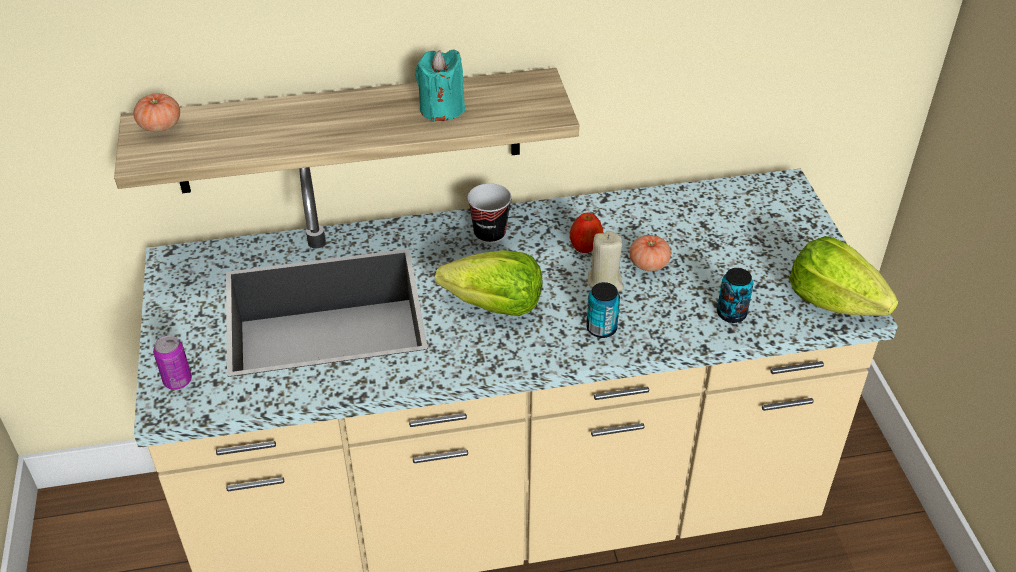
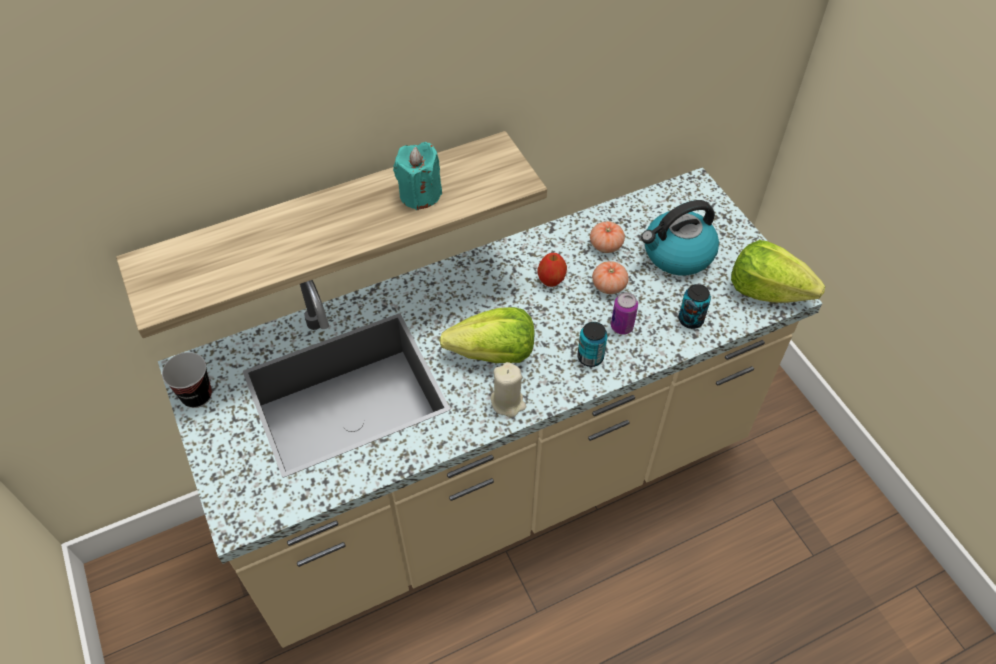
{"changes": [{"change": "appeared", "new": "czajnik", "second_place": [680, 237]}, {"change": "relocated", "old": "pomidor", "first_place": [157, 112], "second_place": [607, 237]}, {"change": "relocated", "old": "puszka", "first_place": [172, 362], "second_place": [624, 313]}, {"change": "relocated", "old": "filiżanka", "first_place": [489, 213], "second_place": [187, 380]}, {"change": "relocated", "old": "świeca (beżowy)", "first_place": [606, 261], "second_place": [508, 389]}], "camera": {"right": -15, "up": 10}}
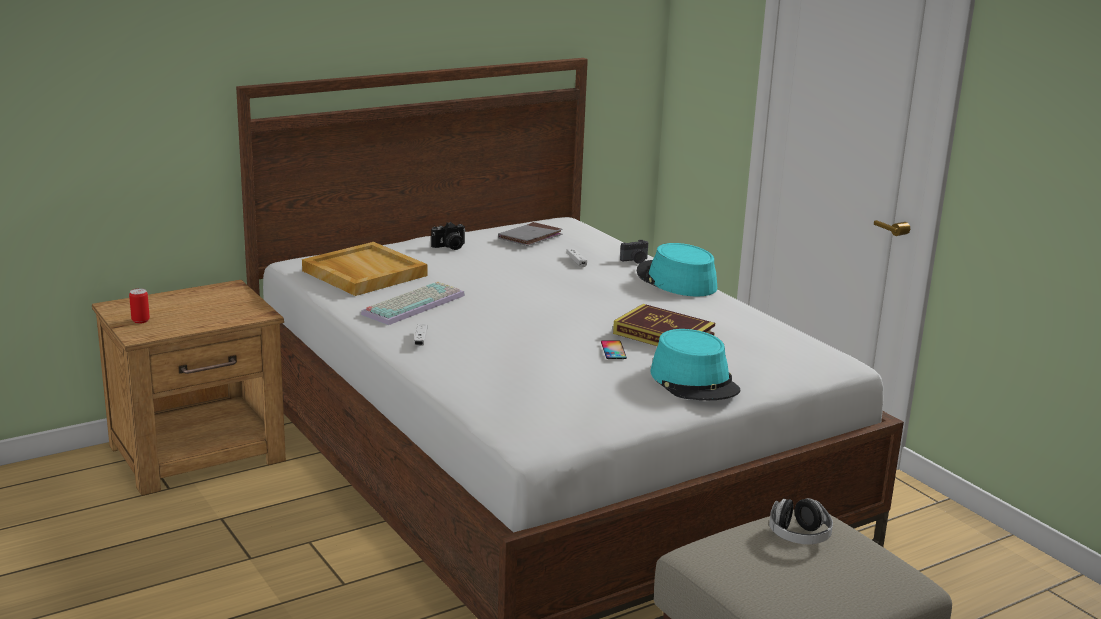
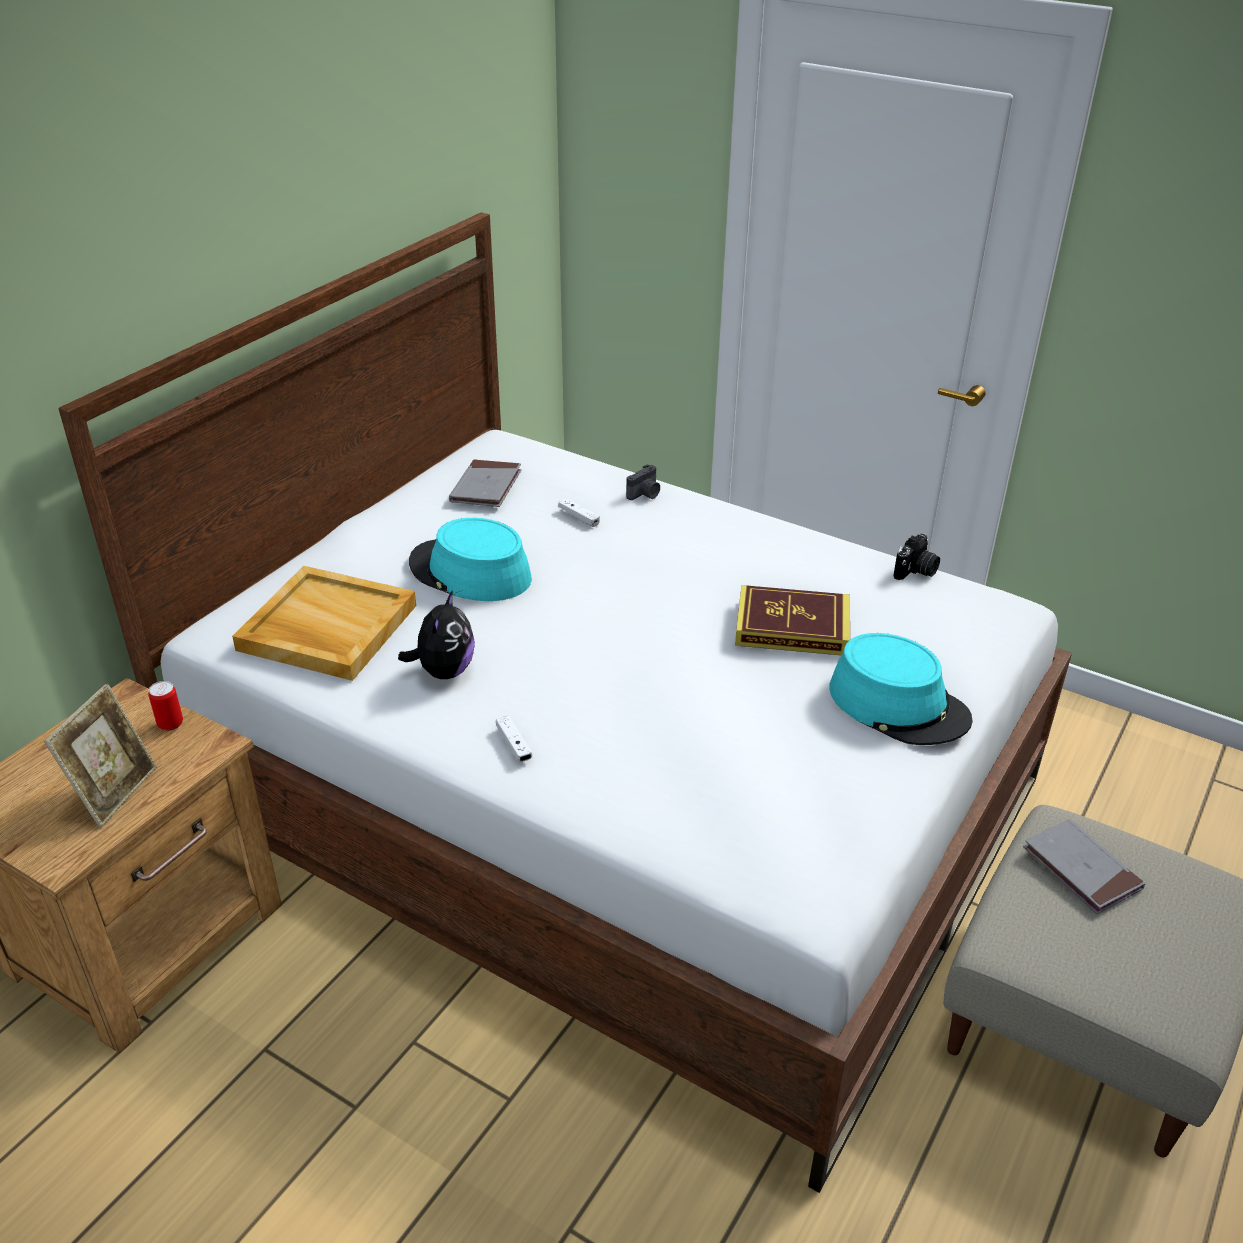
{"changes": [{"change": "missing", "old": "telefon", "first_place": [614, 349]}, {"change": "appeared", "new": "ramka na zdjęcie", "second_place": [100, 755]}, {"change": "relocated", "old": "puszka", "first_place": [139, 306], "second_place": [165, 706]}, {"change": "relocated", "old": "aparat fotograficzny", "first_place": [448, 236], "second_place": [916, 557]}, {"change": "relocated", "old": "kapelusz (turkusowy)", "first_place": [677, 270], "second_place": [470, 559]}, {"change": "exchanged", "old": "klawiatura", "new": "pluszak", "first_place": [413, 303], "second_place": [436, 634]}, {"change": "exchanged", "old": "słuchawki", "new": "książka (szary)", "first_place": [801, 521], "second_place": [1084, 866]}], "camera": {"right": -25, "up": 15}}
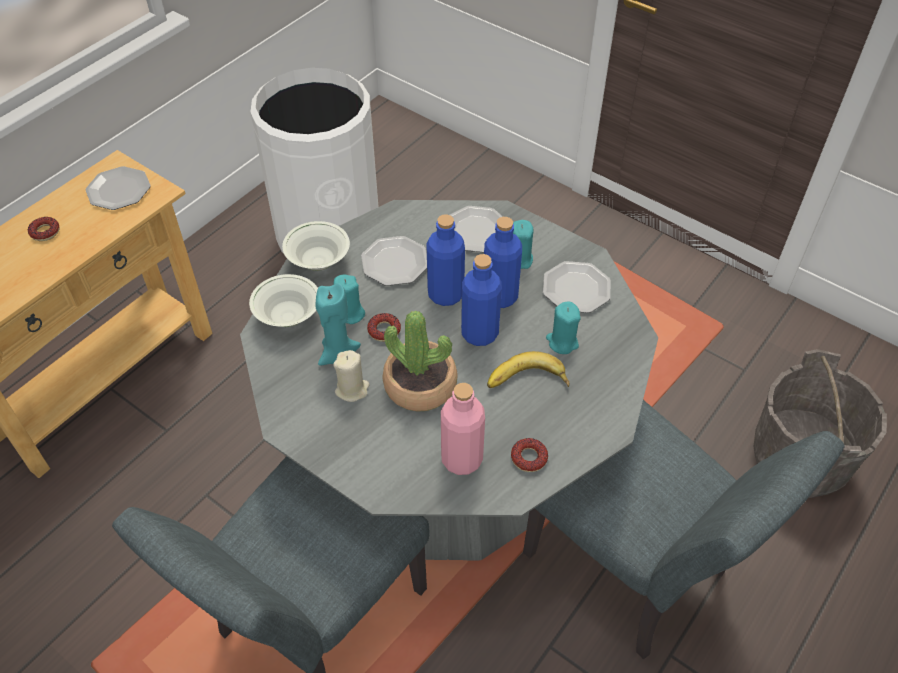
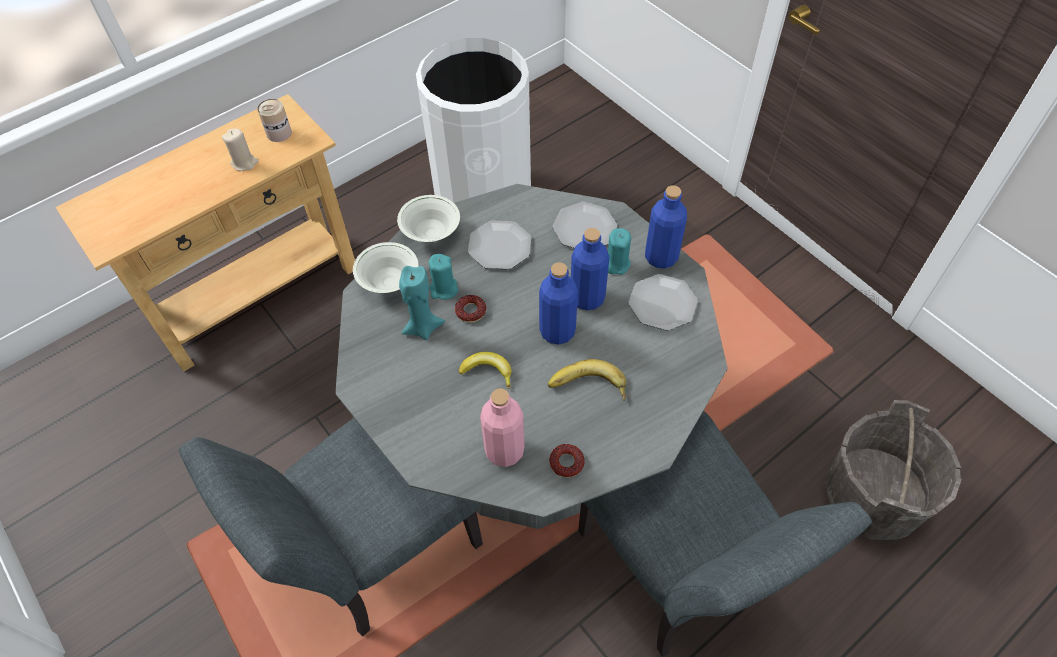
{"changes": [{"change": "missing", "old": "donut", "first_place": [43, 229]}, {"change": "missing", "old": "świeca (turkusowy)", "first_place": [563, 328]}, {"change": "relocated", "old": "świeca (beżowy)", "first_place": [351, 376], "second_place": [240, 150]}, {"change": "relocated", "old": "butelka (niebieski)", "first_place": [445, 260], "second_place": [666, 227]}, {"change": "exchanged", "old": "talerz", "new": "puszka", "first_place": [118, 188], "second_place": [274, 120]}, {"change": "exchanged", "old": "roślina doniczkowa", "new": "banan", "first_place": [420, 361], "second_place": [485, 370]}], "camera": {"right": 15, "up": 5}}
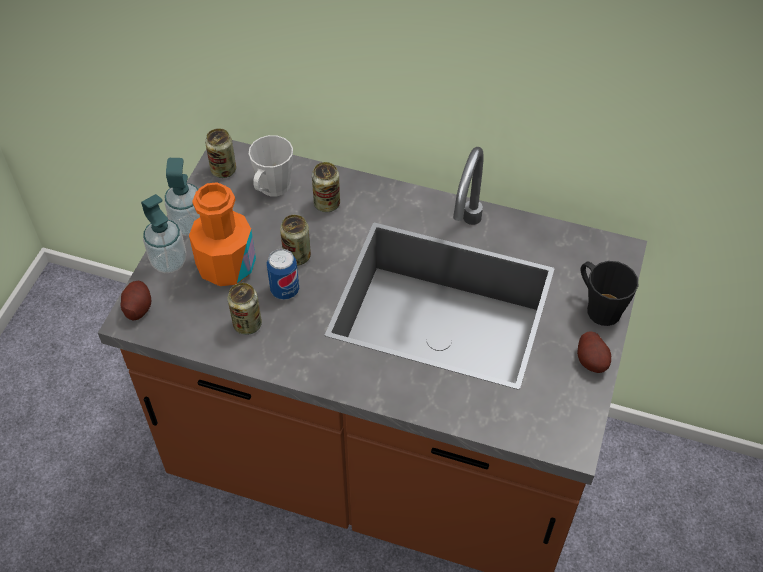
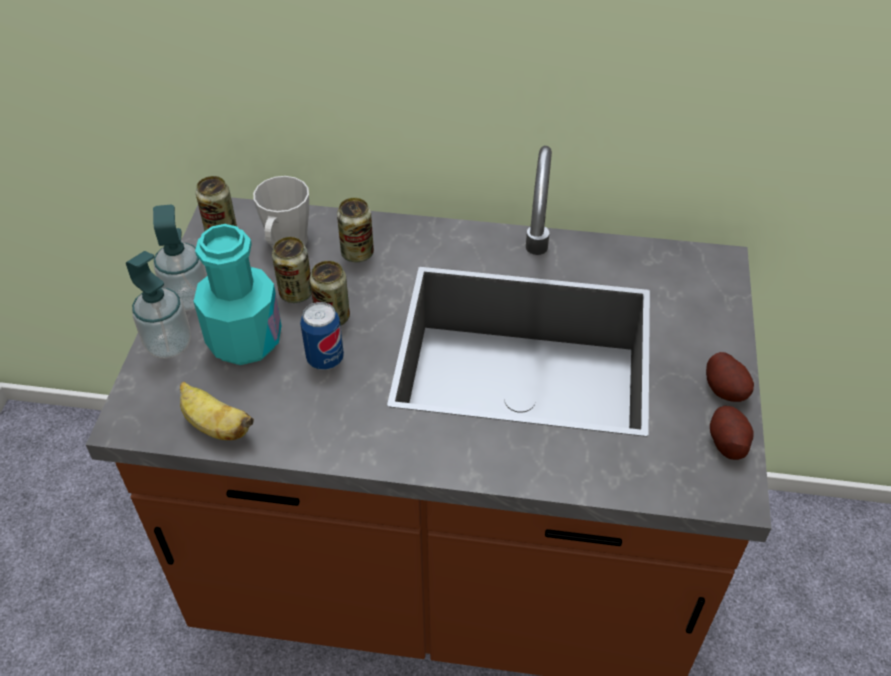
{"changes": [{"change": "missing", "old": "kubek (czarny)", "first_place": [609, 293]}, {"change": "appeared", "new": "banan", "second_place": [217, 411]}, {"change": "relocated", "old": "ziemniak", "first_place": [136, 300], "second_place": [732, 432]}, {"change": "relocated", "old": "puszka", "first_place": [244, 309], "second_place": [292, 270]}, {"change": "colour", "old": "butelka (pomarańczowy)", "new": "butelka (turkusowy)", "first_place": [222, 234], "second_place": [237, 294]}], "camera": {"right": -10, "up": -5}}
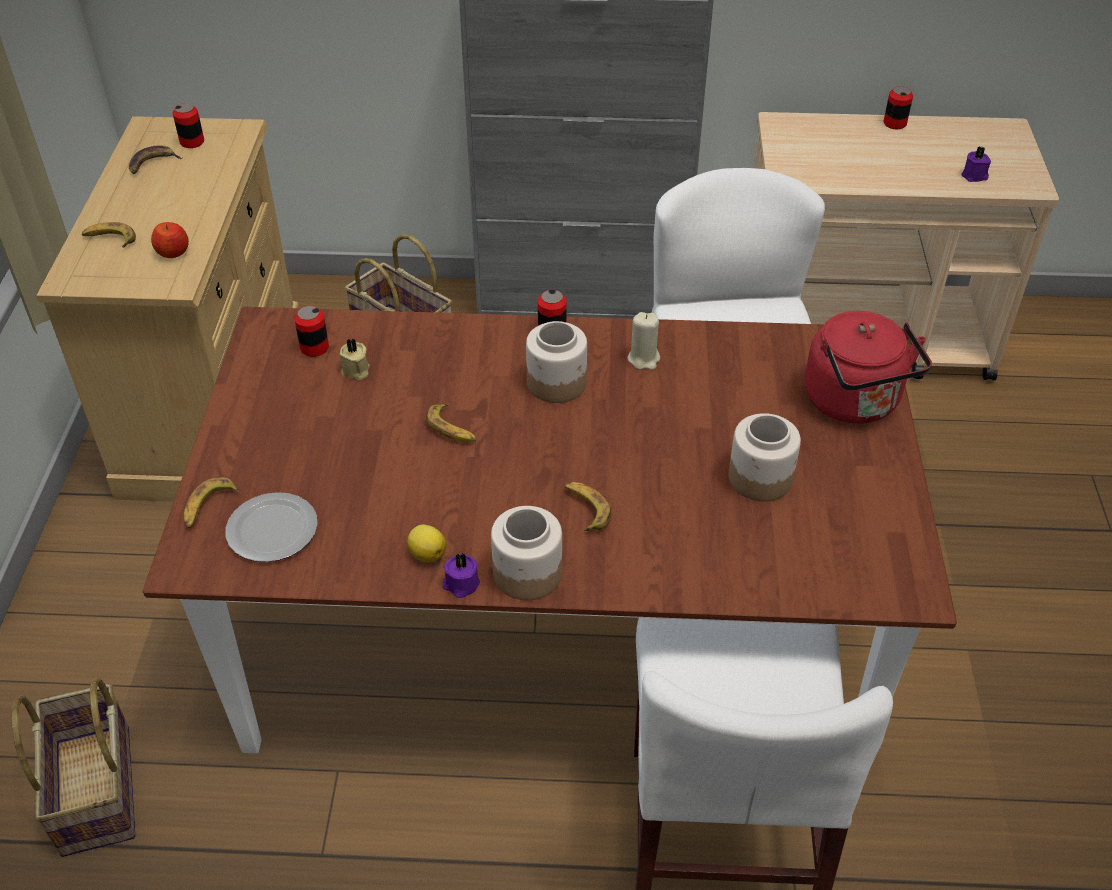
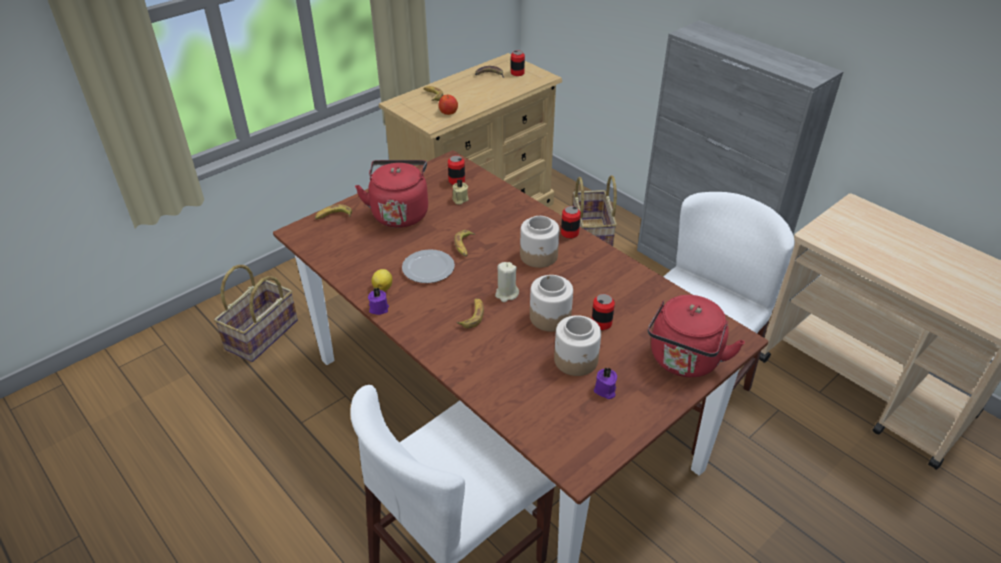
{"changes": [{"change": "appeared", "new": "czajnik (czerwony)", "second_place": [391, 194]}, {"change": "relocated", "old": "talerz", "first_place": [271, 527], "second_place": [428, 266]}, {"change": "relocated", "old": "słoik", "first_place": [526, 553], "second_place": [551, 303]}, {"change": "relocated", "old": "świeca (beżowy)", "first_place": [643, 341], "second_place": [507, 282]}, {"change": "relocated", "old": "puszka", "first_place": [898, 107], "second_place": [603, 312]}, {"change": "relocated", "old": "świeca (fioletowy)", "first_place": [976, 164], "second_place": [605, 383]}], "camera": {"right": 45, "up": -5}}
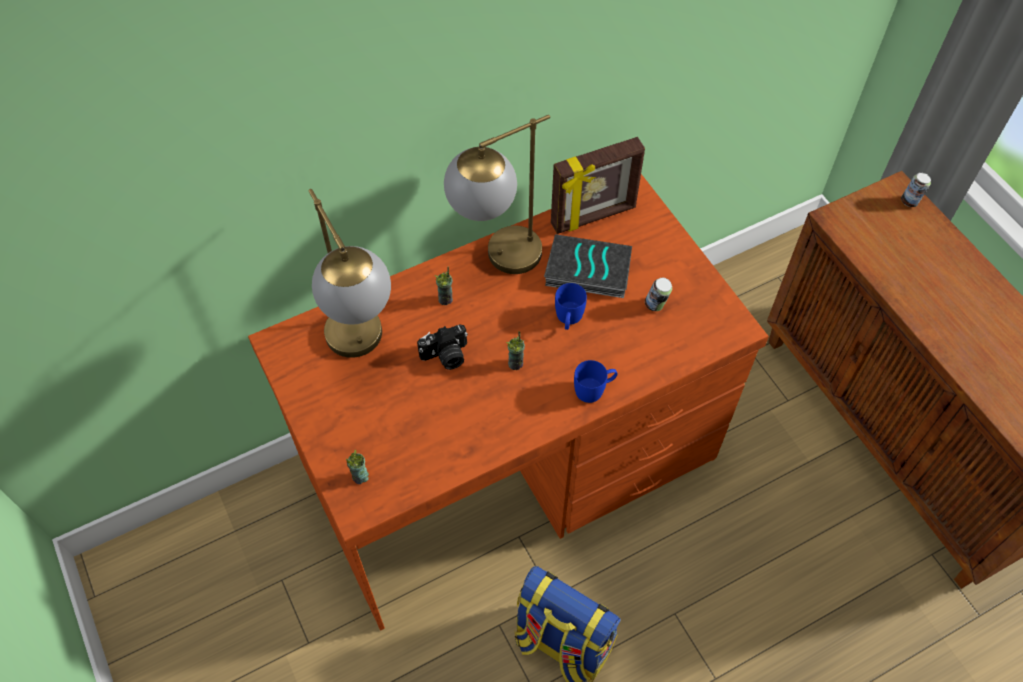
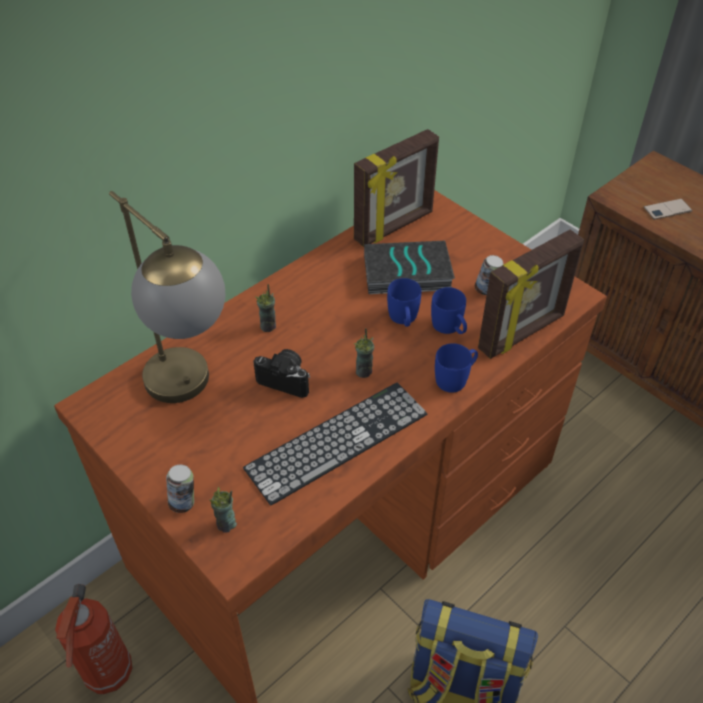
{"changes": [{"change": "missing", "old": "lampa stołowa", "first_place": [497, 194]}, {"change": "appeared", "new": "gaśnica", "second_place": [93, 639]}, {"change": "appeared", "new": "klawiatura", "second_place": [335, 444]}, {"change": "appeared", "new": "kubek (niebieski)", "second_place": [449, 310]}, {"change": "appeared", "new": "ramka na zdjęcie", "second_place": [531, 294]}, {"change": "appeared", "new": "telefon", "second_place": [668, 209]}, {"change": "relocated", "old": "puszka", "first_place": [916, 190], "second_place": [180, 489]}, {"change": "spun", "old": "aparat fotograficzny", "first_place": [442, 347], "second_place": [281, 373], "degrees": -120}], "camera": {"right": -15, "up": -10}}
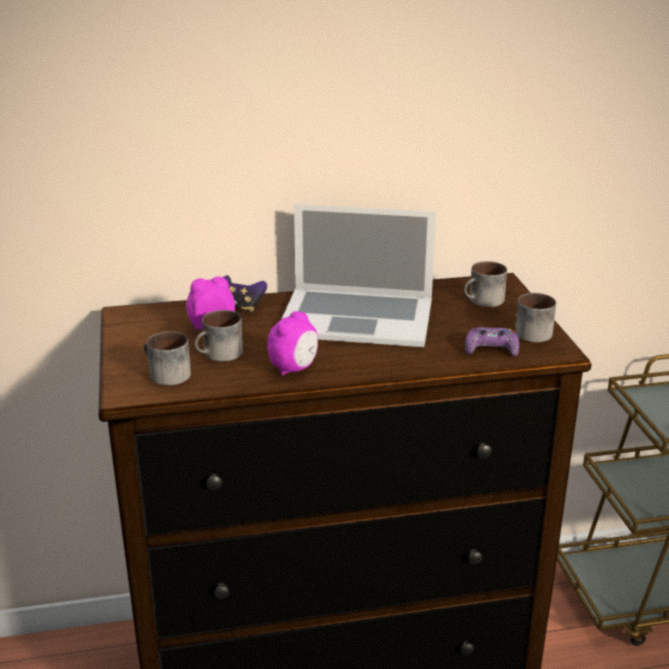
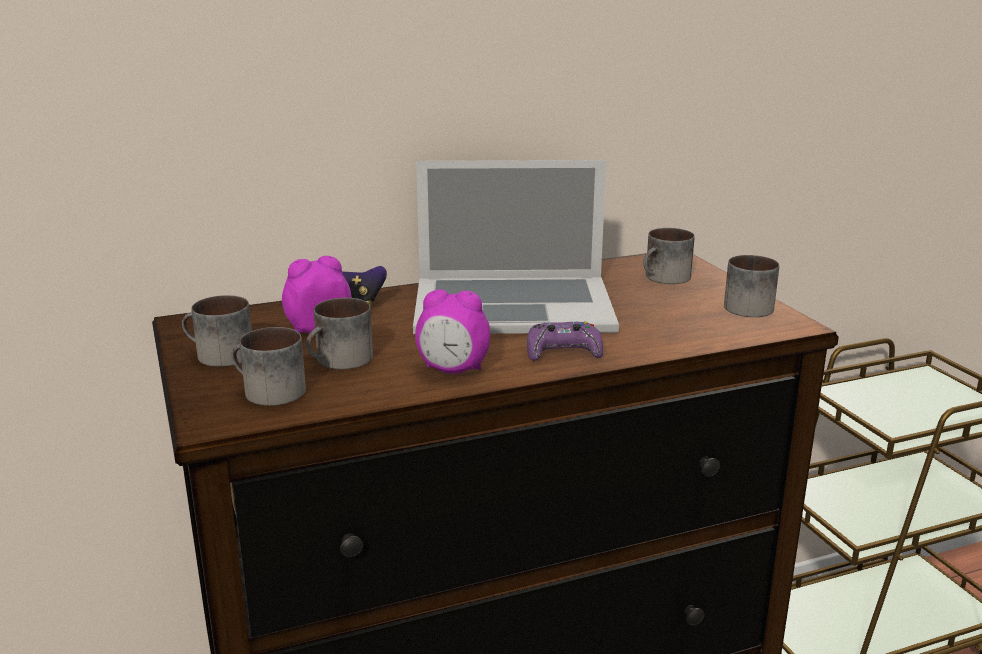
{"changes": [{"change": "appeared", "new": "kubek", "second_place": [217, 331]}, {"change": "relocated", "old": "pad do gier (fioletowy)", "first_place": [492, 341], "second_place": [565, 341]}, {"change": "spun", "old": "budzik", "first_place": [292, 343], "second_place": [452, 332], "degrees": 75}], "camera": {"right": -10, "up": -5}}
